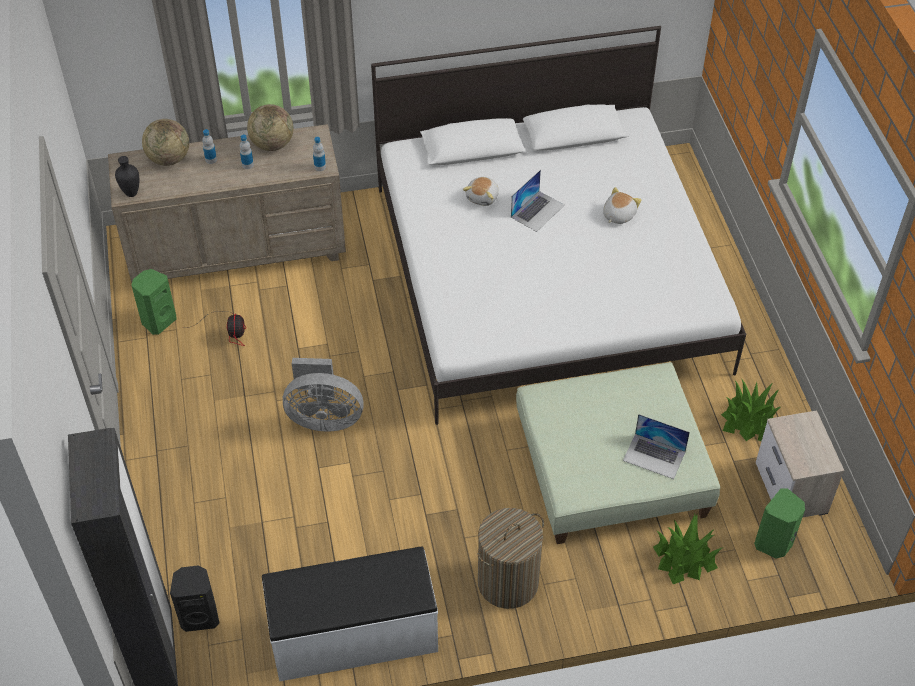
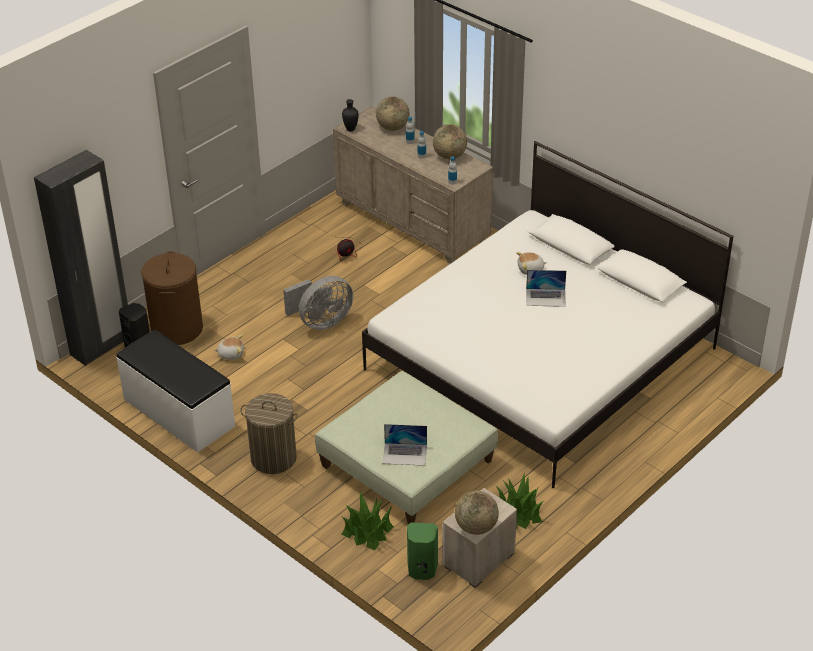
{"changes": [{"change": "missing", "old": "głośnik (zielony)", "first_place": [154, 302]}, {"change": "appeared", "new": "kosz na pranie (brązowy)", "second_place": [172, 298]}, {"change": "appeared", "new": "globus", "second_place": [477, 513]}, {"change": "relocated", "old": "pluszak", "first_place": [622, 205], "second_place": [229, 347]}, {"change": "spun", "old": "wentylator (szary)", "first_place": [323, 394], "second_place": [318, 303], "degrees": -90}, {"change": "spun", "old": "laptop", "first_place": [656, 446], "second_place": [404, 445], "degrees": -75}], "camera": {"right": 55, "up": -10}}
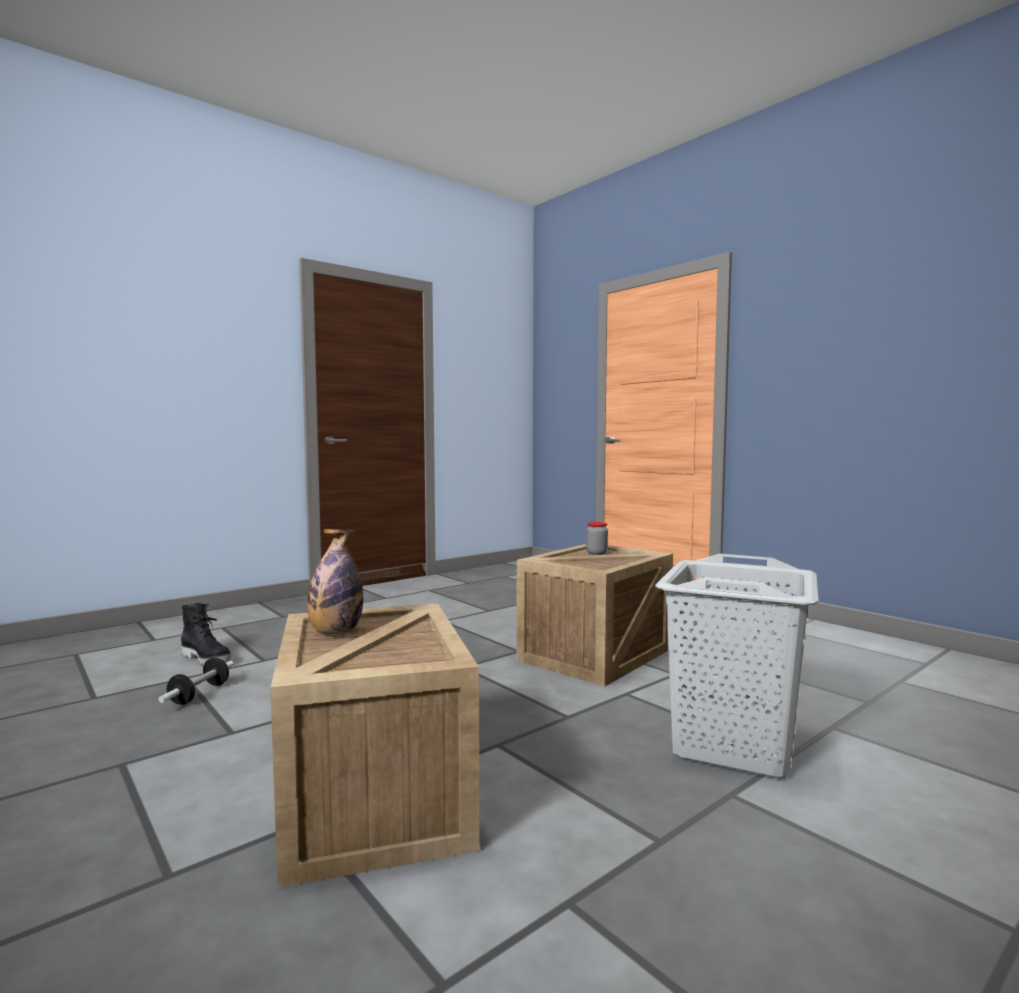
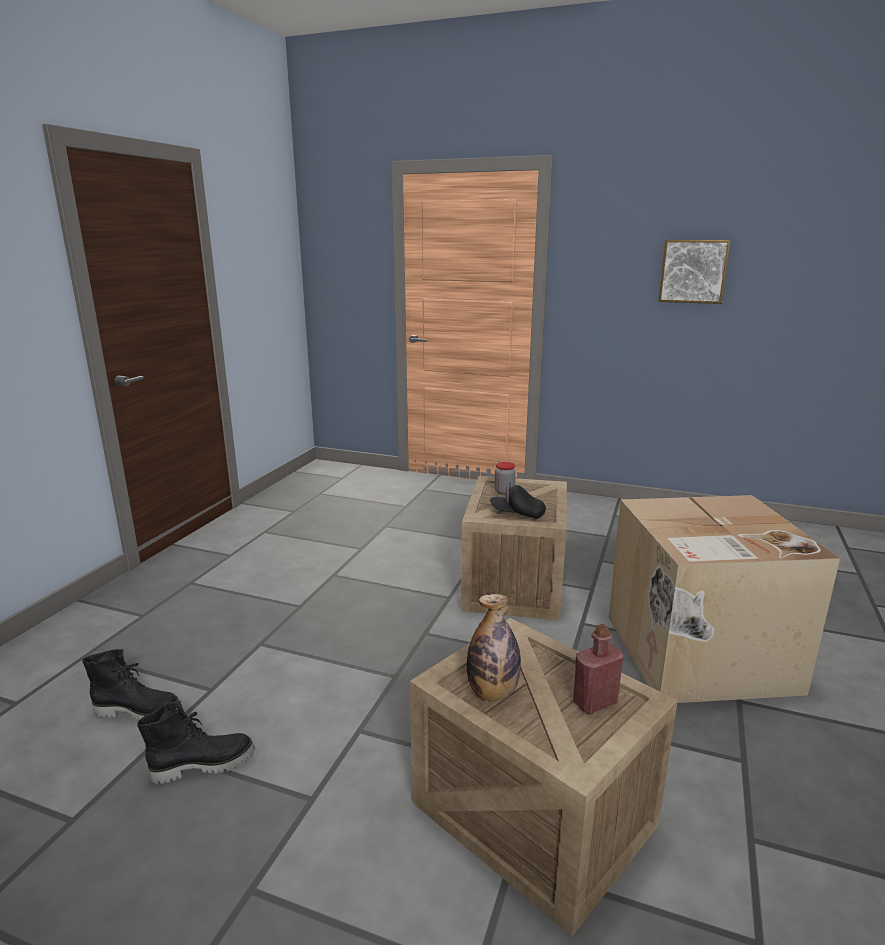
{"changes": [{"change": "appeared", "new": "czapka z daszkiem (czarny)", "second_place": [518, 500]}, {"change": "appeared", "new": "butelka (czerwony)", "second_place": [598, 669]}, {"change": "appeared", "new": "obraz", "second_place": [694, 272]}, {"change": "exchanged", "old": "hantel", "new": "but z cholewką (czarny)", "first_place": [196, 681], "second_place": [196, 742]}, {"change": "exchanged", "old": "kosz na pranie (szary)", "new": "karton", "first_place": [737, 666], "second_place": [724, 599]}], "camera": {"right": -30, "up": 15}}
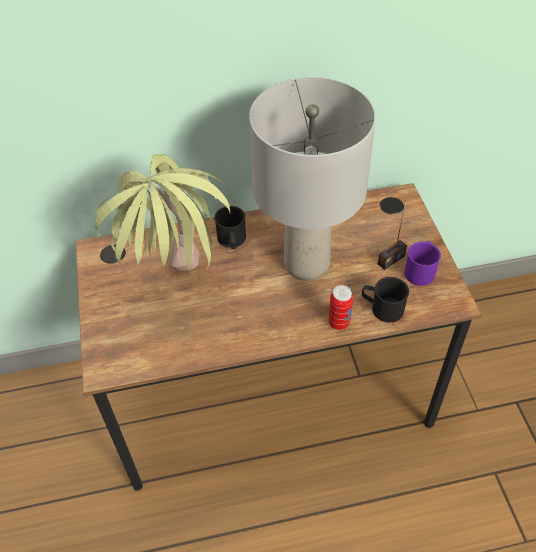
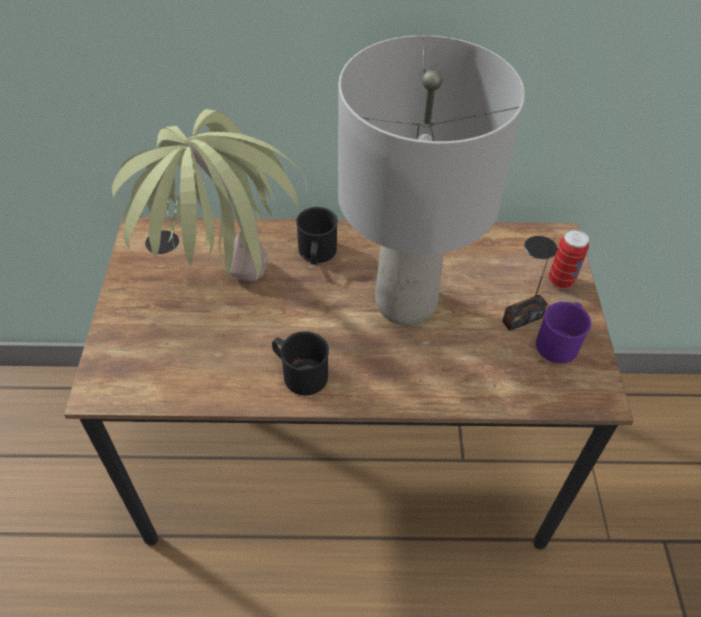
{"changes": [{"change": "relocated", "old": "puszka", "first_place": [341, 307], "second_place": [569, 259]}, {"change": "relocated", "old": "kubek (czarny)", "first_place": [385, 299], "second_place": [300, 363]}], "camera": {"right": 10, "up": 0}}
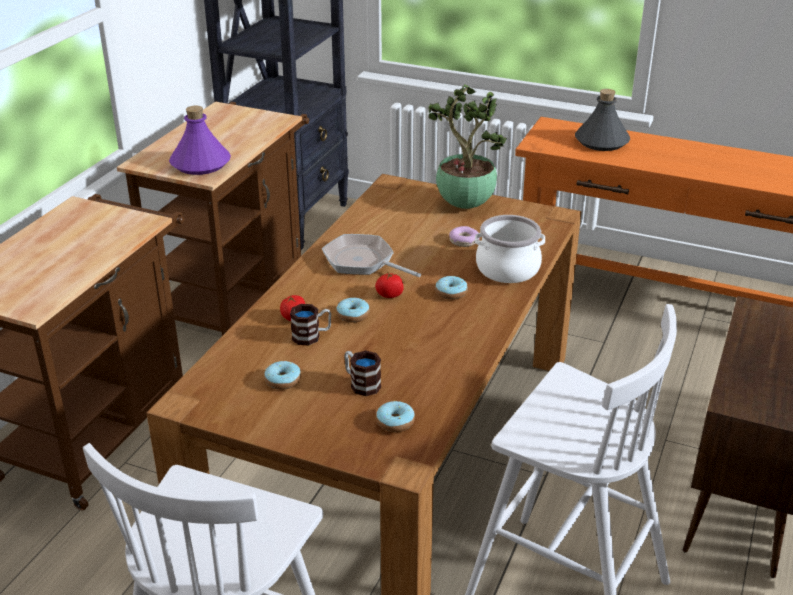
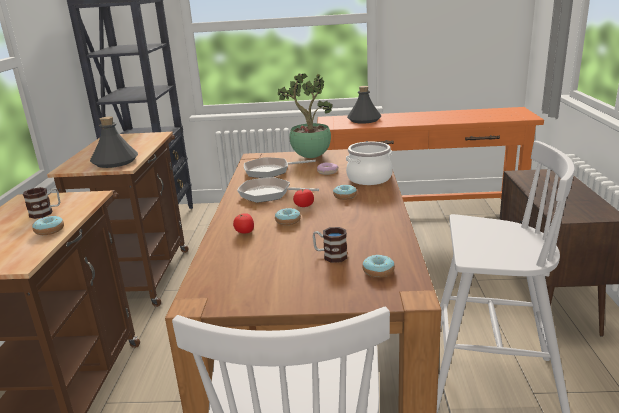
{"changes": [{"change": "appeared", "new": "patelnia", "second_place": [280, 167]}, {"change": "relocated", "old": "donut", "first_place": [282, 375], "second_place": [48, 225]}, {"change": "relocated", "old": "kubek", "first_place": [310, 325], "second_place": [41, 203]}, {"change": "colour", "old": "butelka (fioletowy)", "new": "butelka (szary)", "first_place": [200, 140], "second_place": [114, 142]}], "camera": {"right": -20, "up": -10}}
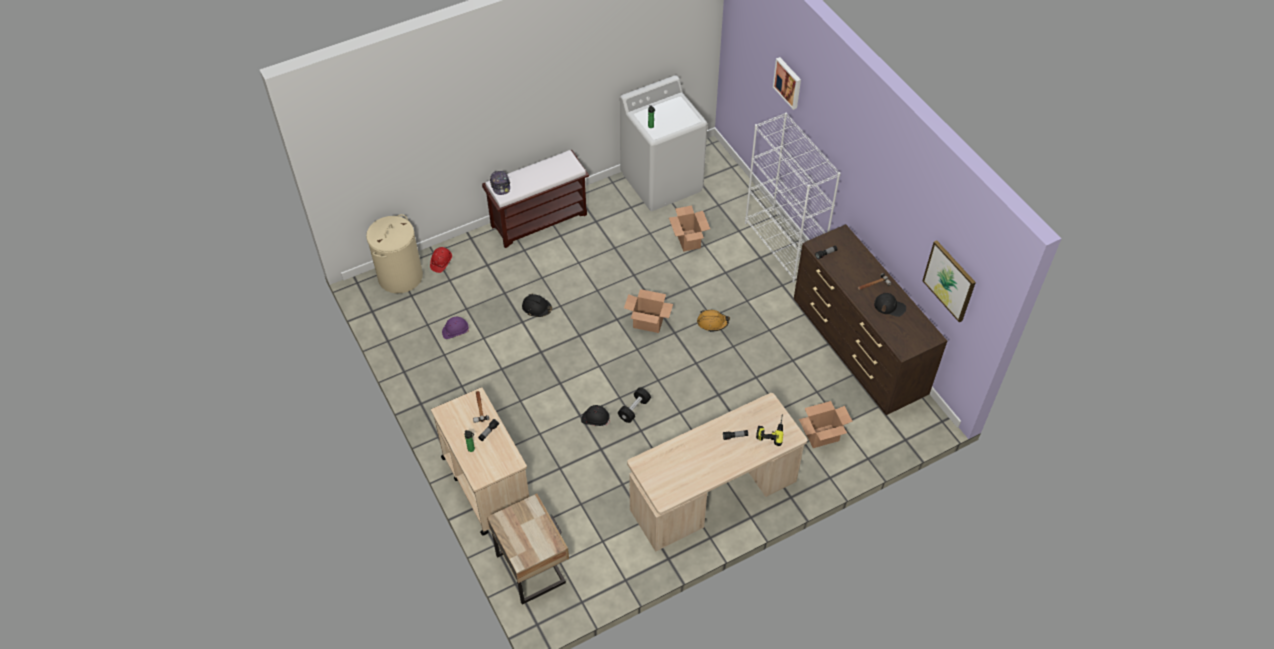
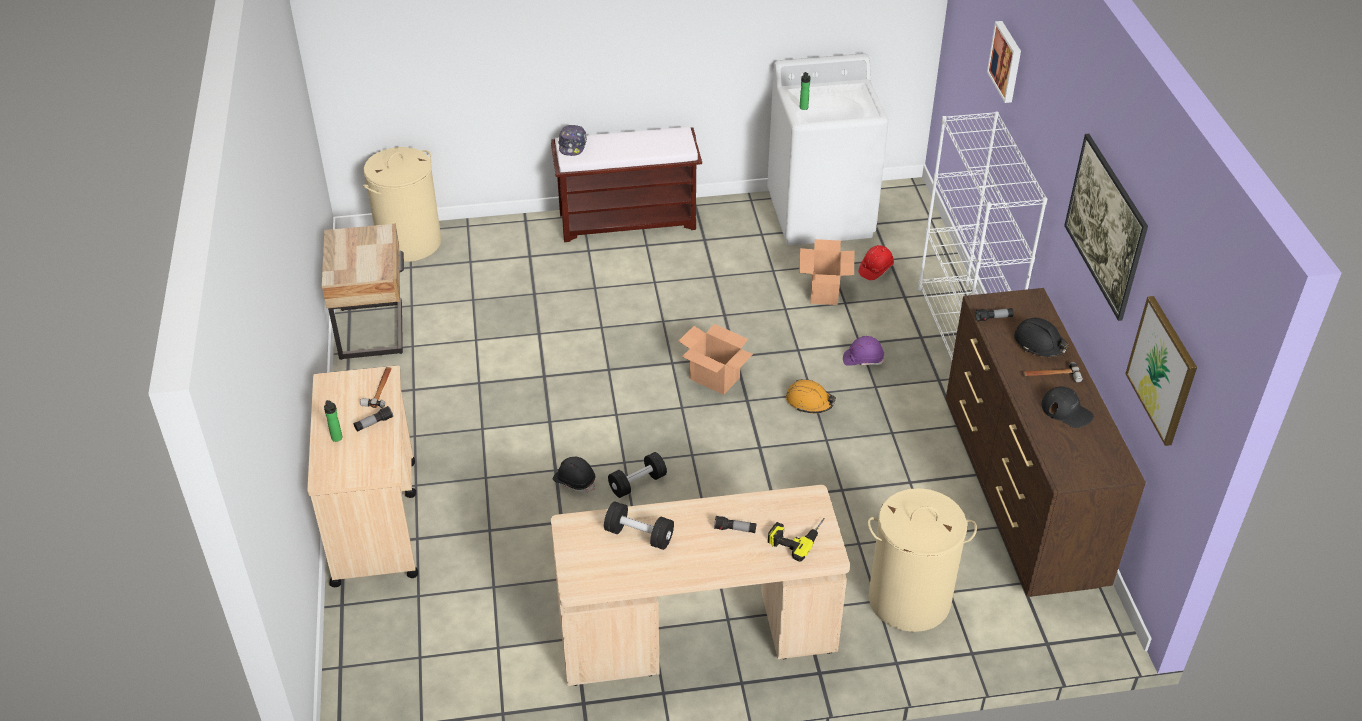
{"changes": [{"change": "appeared", "new": "hantel (czarny)", "second_place": [639, 525]}, {"change": "appeared", "new": "obraz", "second_place": [1106, 227]}, {"change": "relocated", "old": "kask (czerwony)", "first_place": [441, 260], "second_place": [876, 262]}, {"change": "relocated", "old": "kask (fioletowy)", "first_place": [455, 328], "second_place": [863, 351]}, {"change": "relocated", "old": "szafka nocna (beżowy)", "first_place": [528, 549], "second_place": [363, 291]}, {"change": "relocated", "old": "kask (czarny)", "first_place": [537, 305], "second_place": [1041, 337]}, {"change": "exchanged", "old": "karton", "new": "kosz na pranie (beżowy)", "first_place": [826, 424], "second_place": [922, 560]}], "camera": {"right": 20, "up": -10}}
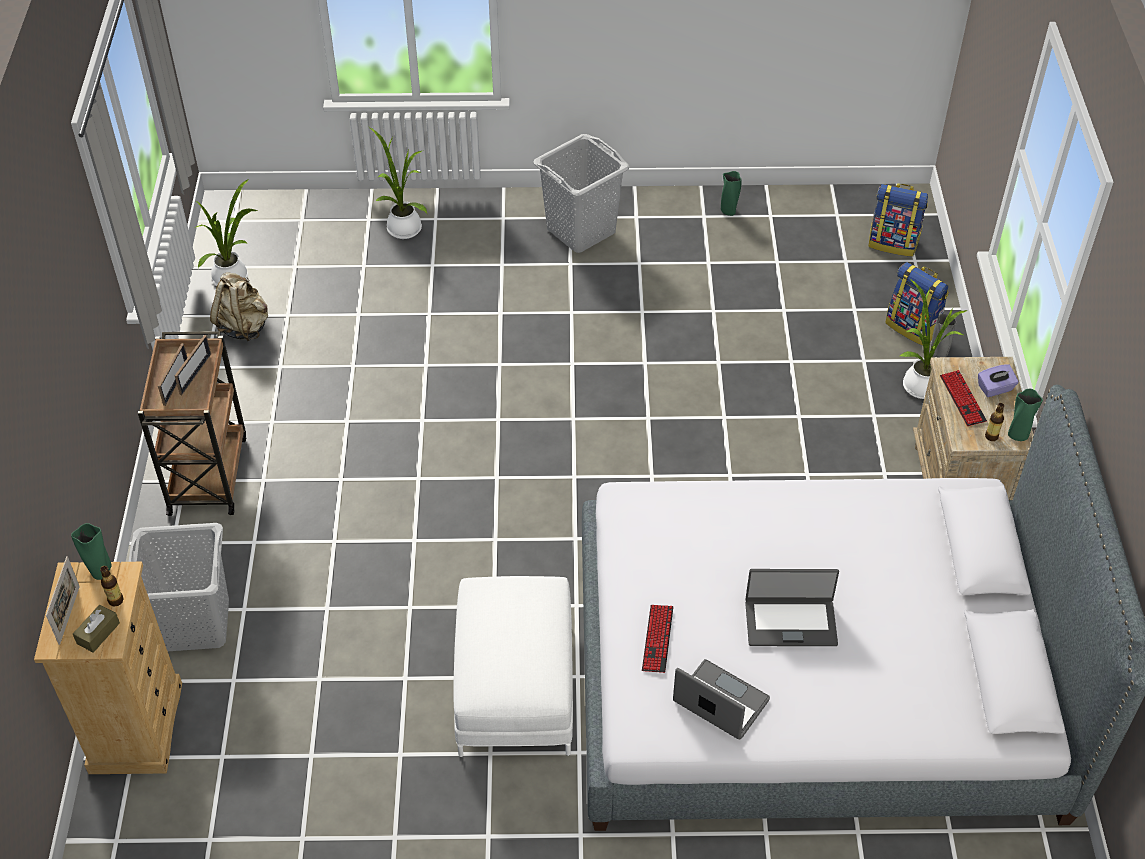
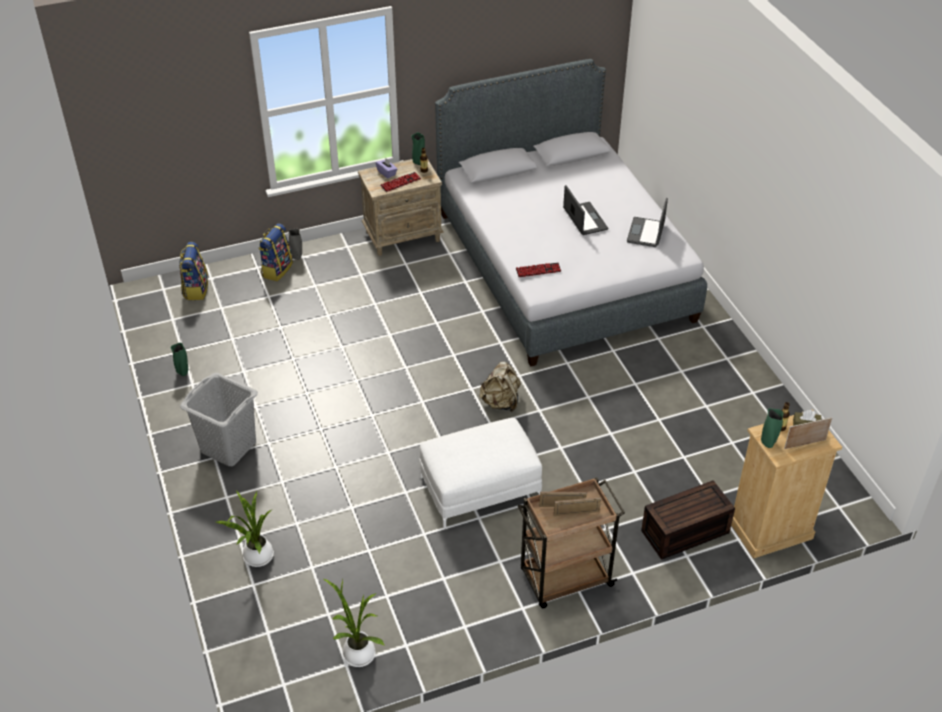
{"changes": [{"change": "missing", "old": "roślina doniczkowa", "first_place": [934, 339]}, {"change": "relocated", "old": "plecak (beżowy)", "first_place": [239, 306], "second_place": [500, 386]}, {"change": "relocated", "old": "pufa (biały)", "first_place": [513, 666], "second_place": [480, 473]}, {"change": "relocated", "old": "klawiatura", "first_place": [657, 639], "second_place": [538, 270]}, {"change": "exchanged", "old": "kosz na pranie (szary)", "new": "pojemnik do przechowywania (brązowy)", "first_place": [179, 587], "second_place": [688, 520]}], "camera": {"right": -110, "up": -5}}
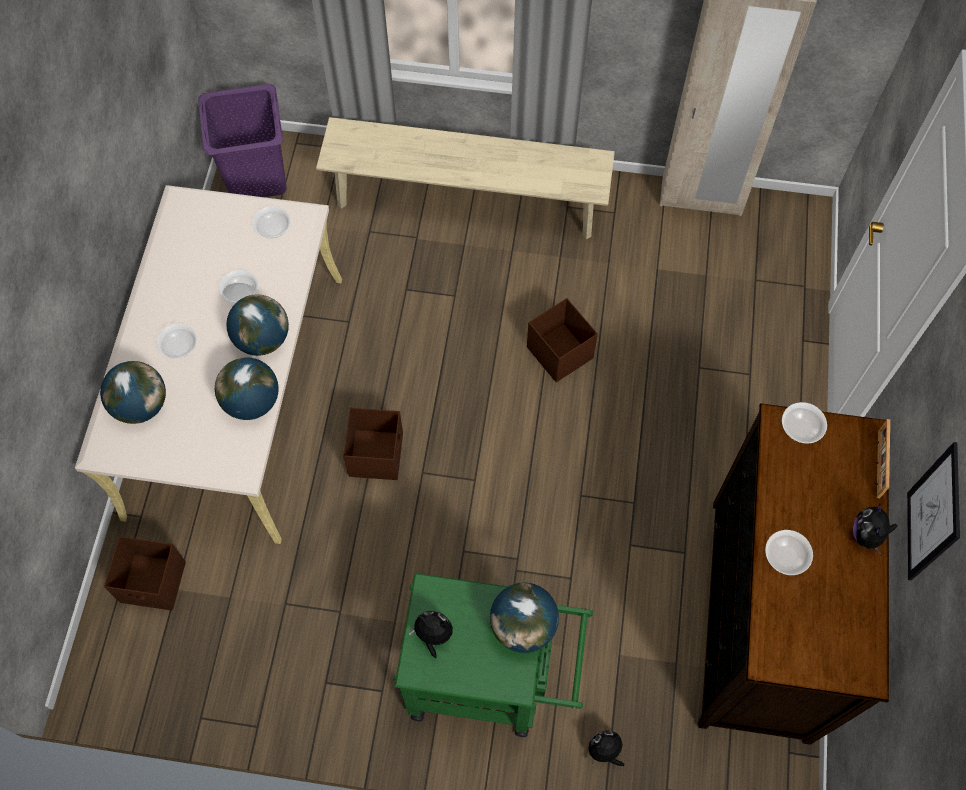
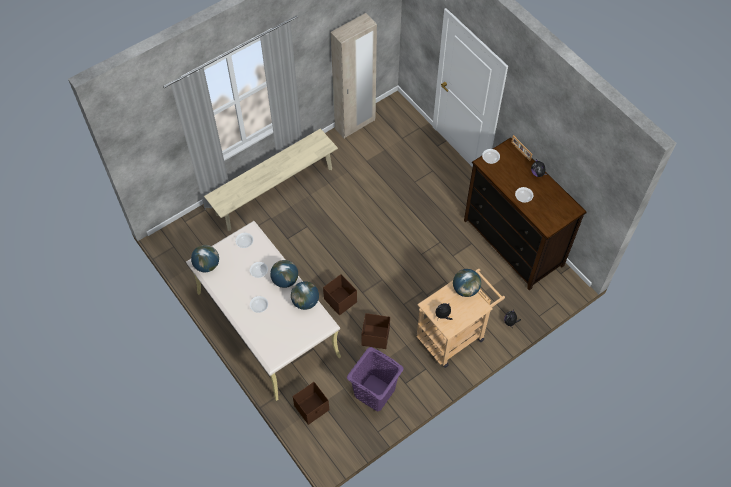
{"changes": [{"change": "missing", "old": "obraz", "first_place": [933, 511]}, {"change": "relocated", "old": "globus", "first_place": [133, 392], "second_place": [205, 258]}, {"change": "relocated", "old": "kosz na pranie (fioletowy)", "first_place": [242, 140], "second_place": [375, 379]}, {"change": "relocated", "old": "pojemnik do przechowywania (brązowy)", "first_place": [562, 340], "second_place": [375, 331]}, {"change": "colour", "old": "wózek (zielony)", "new": "wózek (beżowy)", "first_place": [493, 655], "second_place": [461, 318]}], "camera": {"right": -45, "up": -5}}
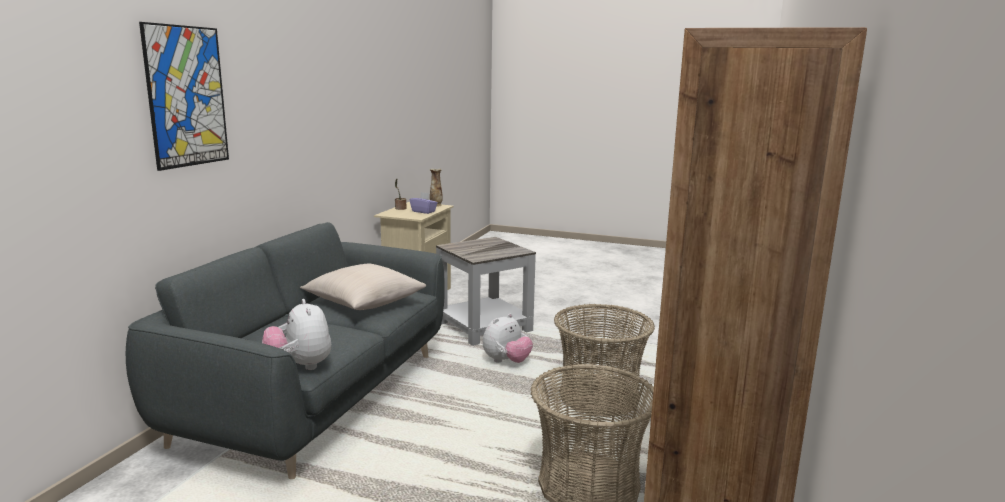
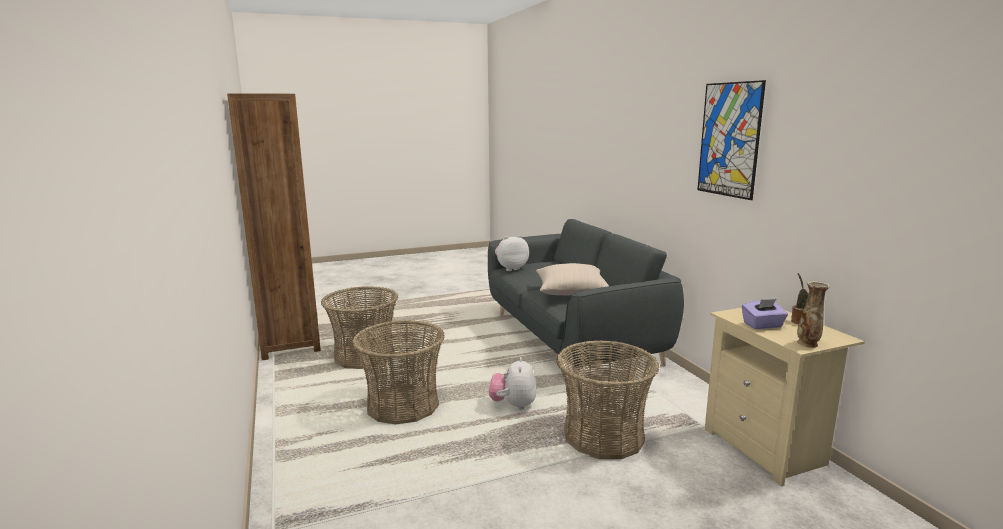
{"changes": [{"change": "relocated", "old": "obraz", "first_place": [184, 96], "second_place": [731, 140]}, {"change": "exchanged", "old": "stolik (szary)", "new": "koszyk", "first_place": [486, 291], "second_place": [607, 399]}, {"change": "spun", "old": "pluszak", "first_place": [296, 334], "second_place": [512, 253], "degrees": -45}], "camera": {"right": 140, "up": 0}}
